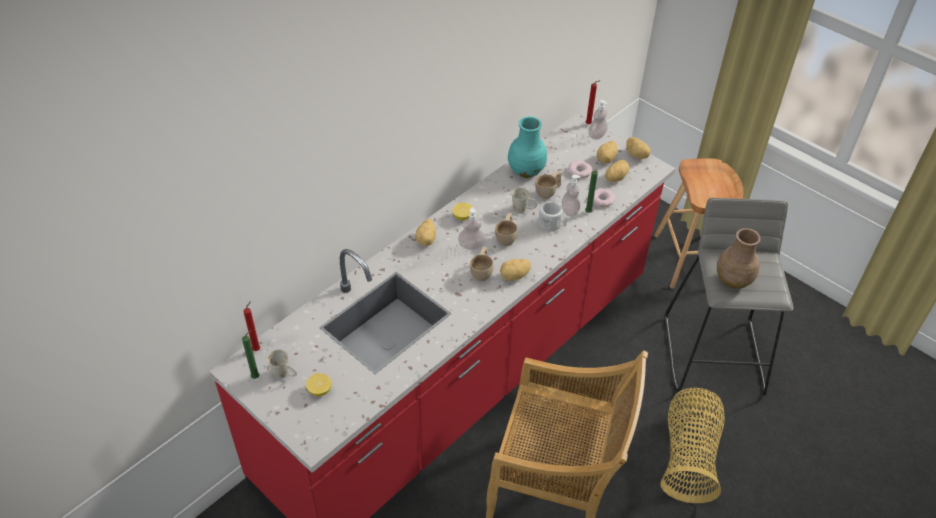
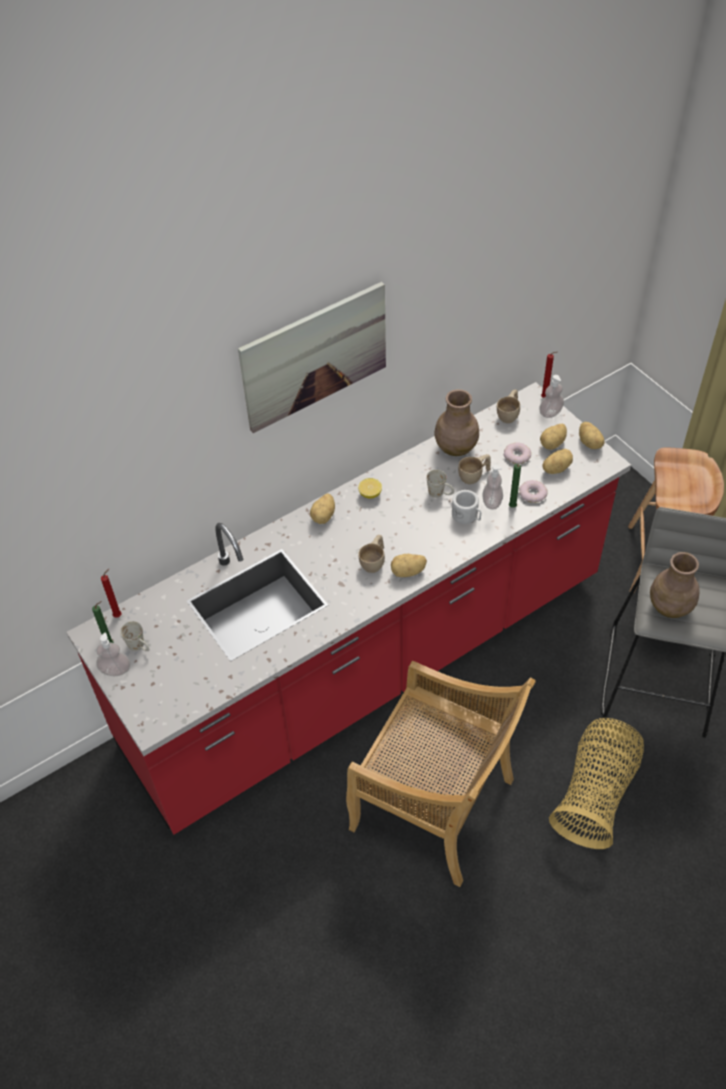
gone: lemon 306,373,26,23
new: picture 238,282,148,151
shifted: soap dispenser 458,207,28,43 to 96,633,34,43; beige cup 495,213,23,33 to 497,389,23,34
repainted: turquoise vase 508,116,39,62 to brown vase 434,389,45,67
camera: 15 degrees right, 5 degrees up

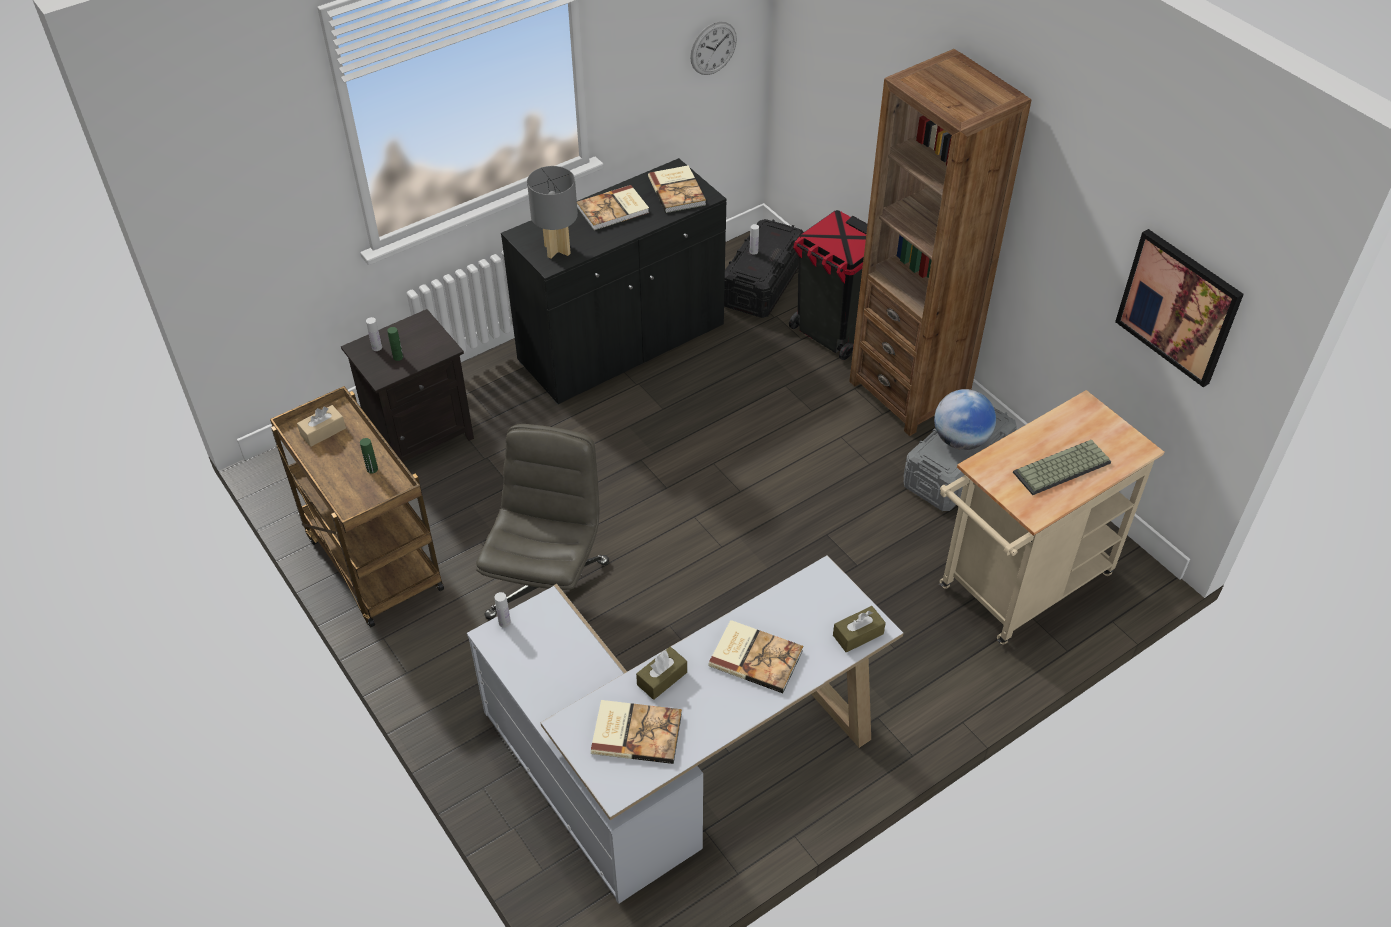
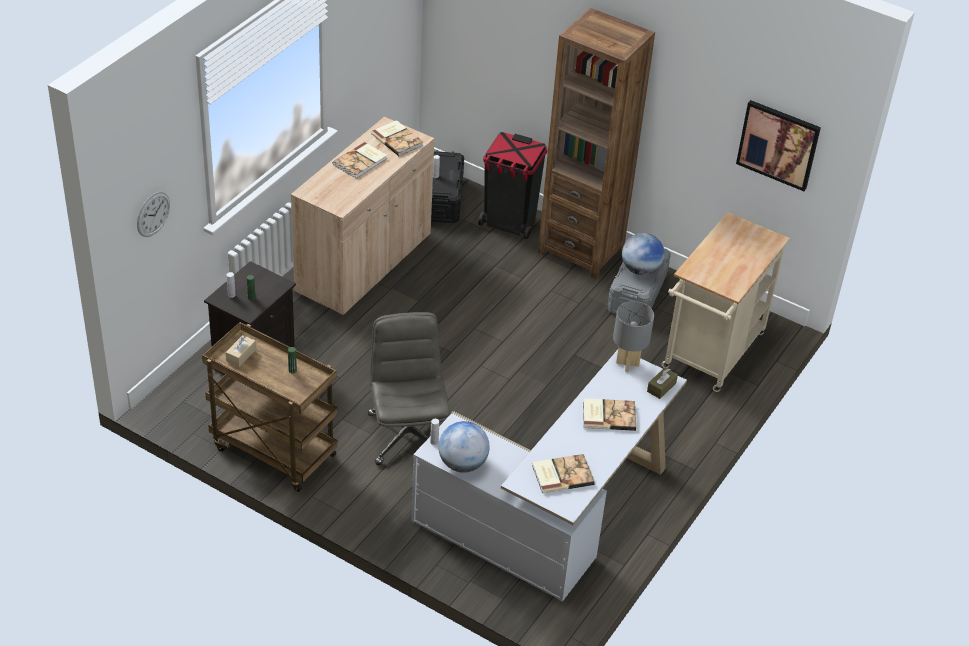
gone: brown tissue box 636,647,51,53; keyboard 1013,440,98,55
new: globe 438,421,52,52
shifted: grey table lamp 527,166,51,93 to 613,301,41,71; wall clock 690,21,47,54 to 137,192,33,45
repainted: black cabinet 501,158,225,246 to beige cabinet 291,117,143,199
camera: 25 degrees left, 5 degrees down

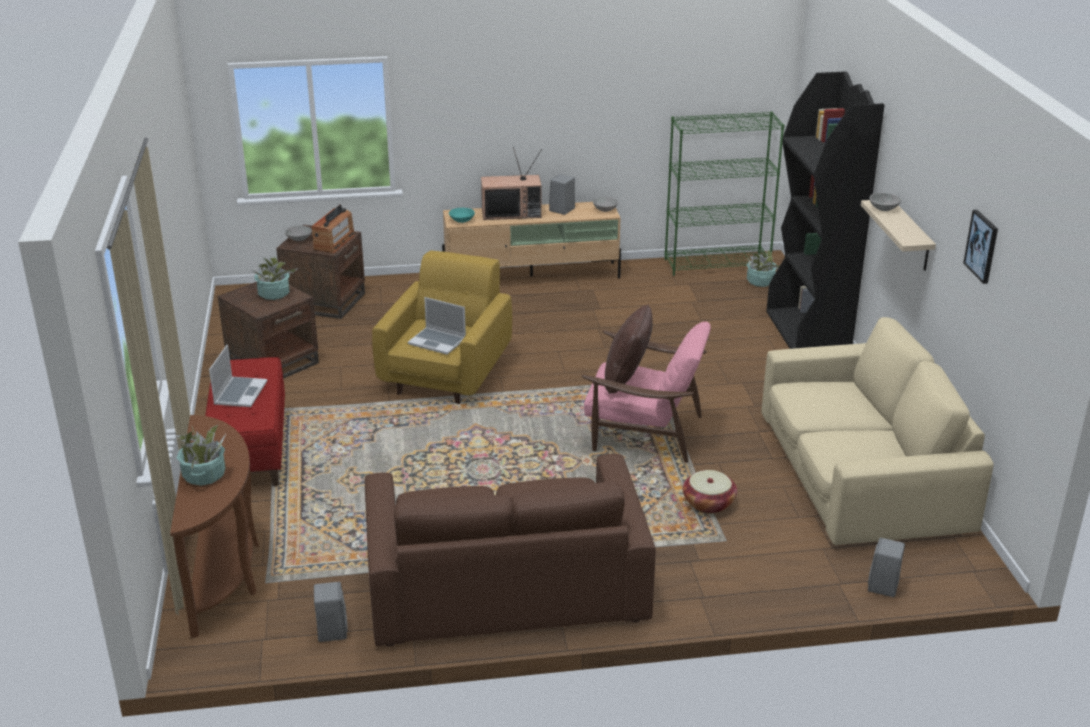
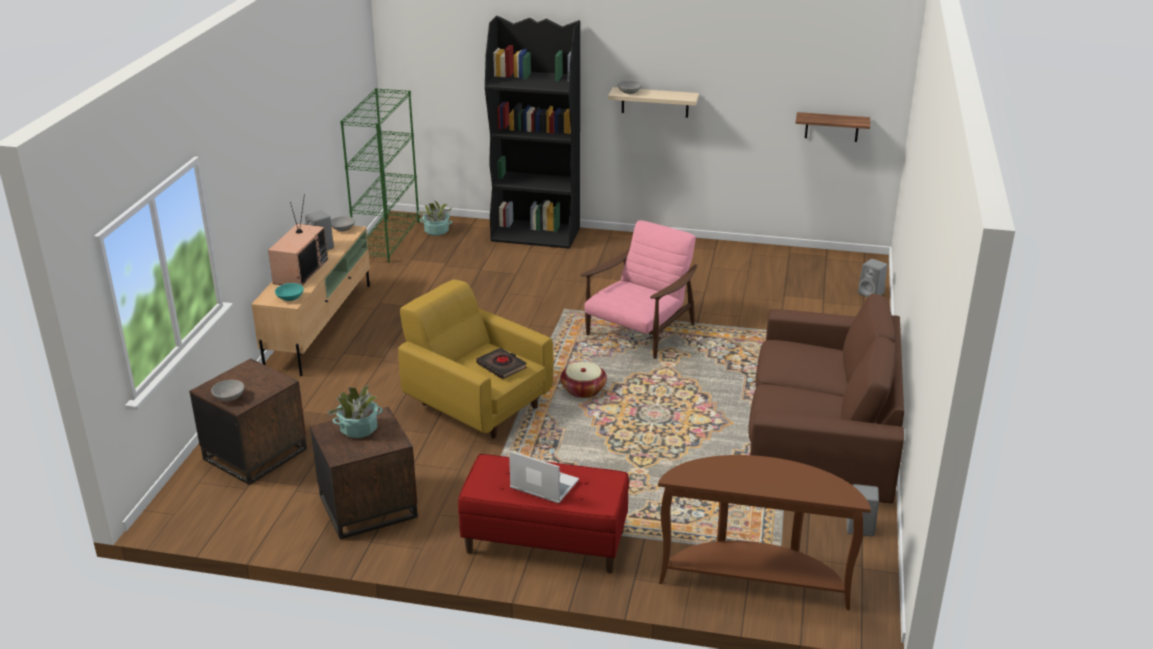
gone: potted plant 176,425,50,61; radio 311,204,44,49; brown pillow 605,305,48,89; beige sofa 761,317,233,228; picture 963,210,35,74
new: shelf 795,112,75,30
shifted: basket 683,470,54,44 to 560,362,47,36
swapped: laptop 408,297,58,58 to black book 476,348,51,31
camera: 70 degrees left, 0 degrees up

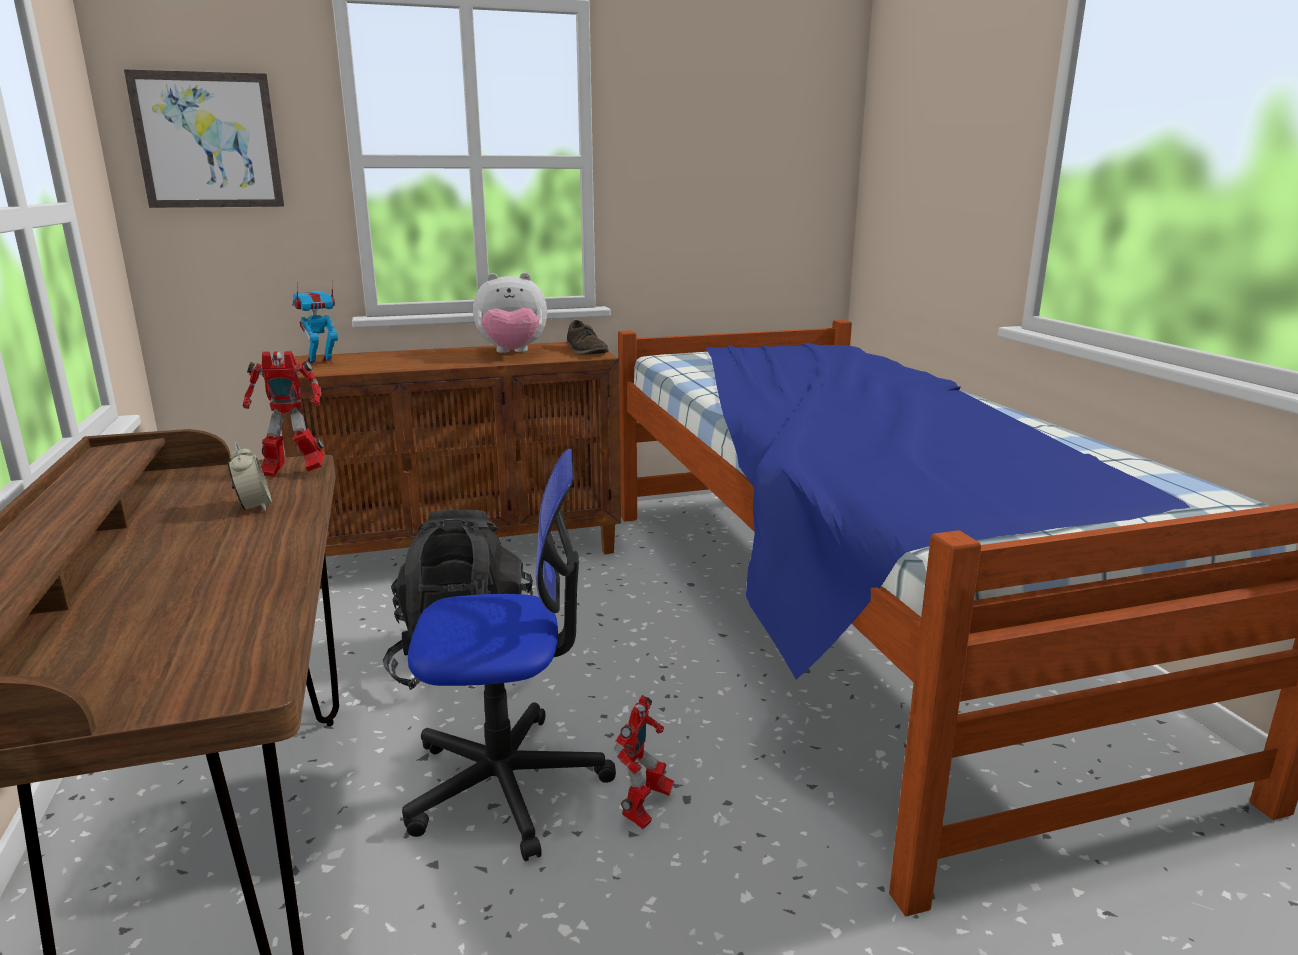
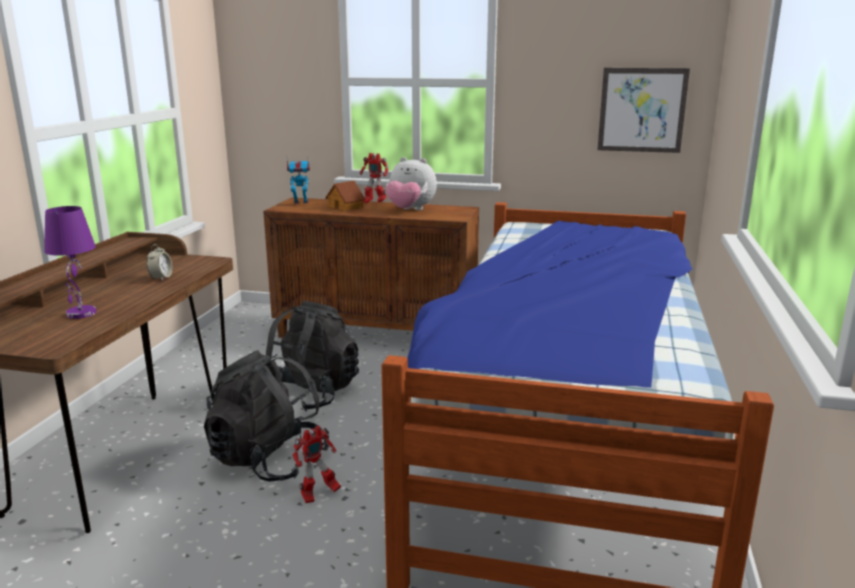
gone: brown shoe 567,320,42,35
new: purple table lamp 44,206,53,113; toy house 325,180,40,31
shifted: picture 124,69,160,139 to 598,68,92,85; toy robot 243,351,82,126 to 360,153,29,51
swapped: office chair 402,449,214,413 to black backpack 204,350,125,132
camera: 30 degrees right, 0 degrees up

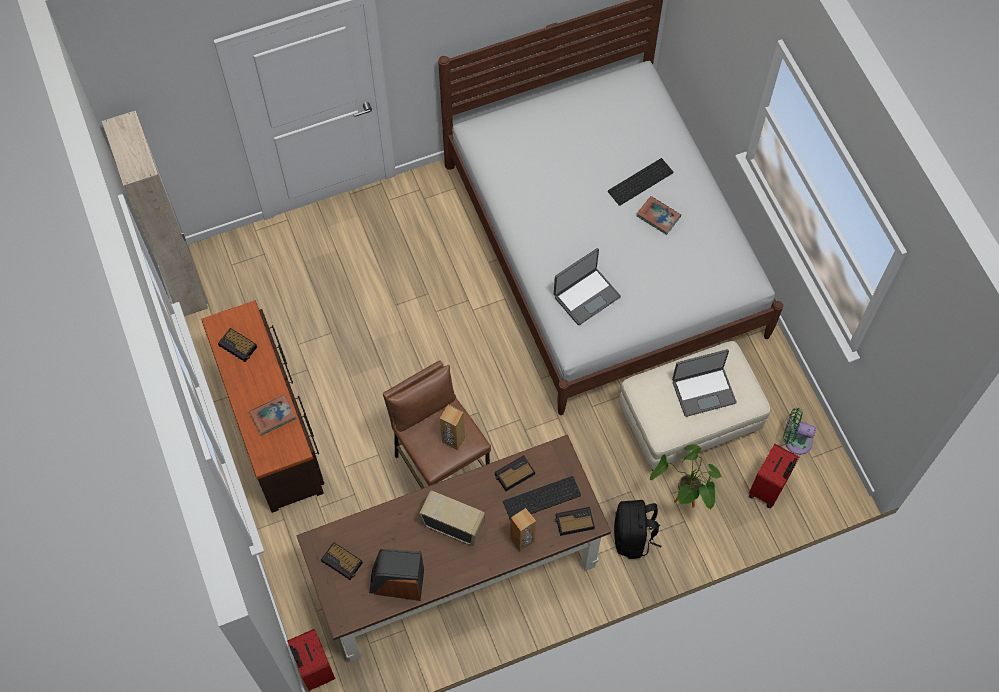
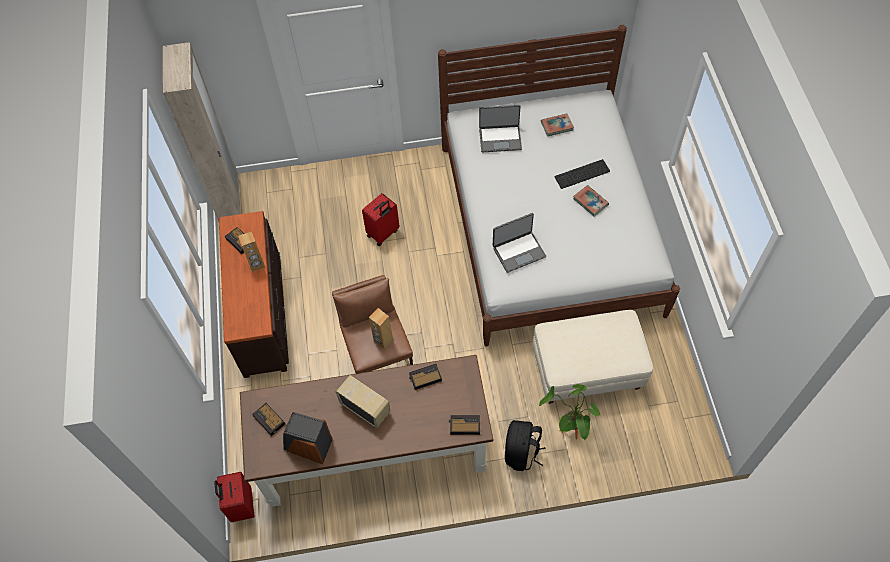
gone: keyboard 503,476,78,45; green fan 783,408,33,47
shifted: book 249,395,48,41 to 541,113,33,24; brown speaker 510,508,26,44 to 238,232,27,40; laptop 672,349,65,68 to 479,105,43,47; red suitcase 749,444,50,64 to 362,193,37,53
camera: 15 degrees right, 5 degrees down

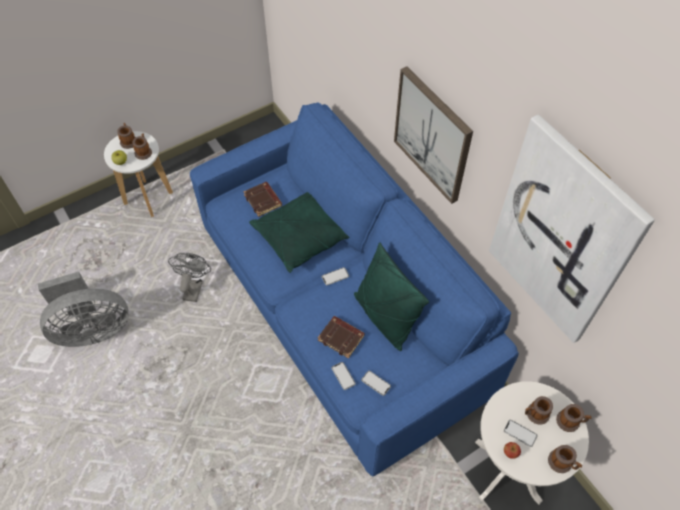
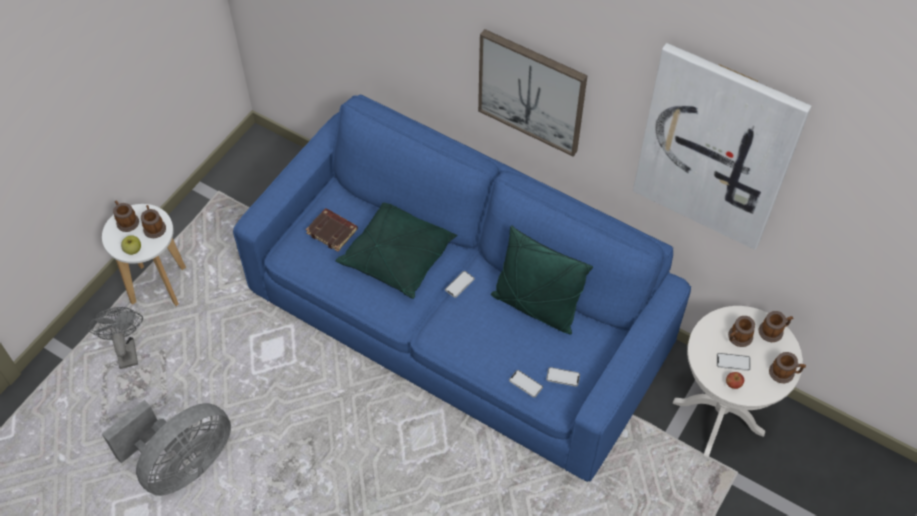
gone: brown book 318,316,47,43
shifted: grey fan 168,253,43,49 to 87,307,56,62
camera: 25 degrees left, 0 degrees up

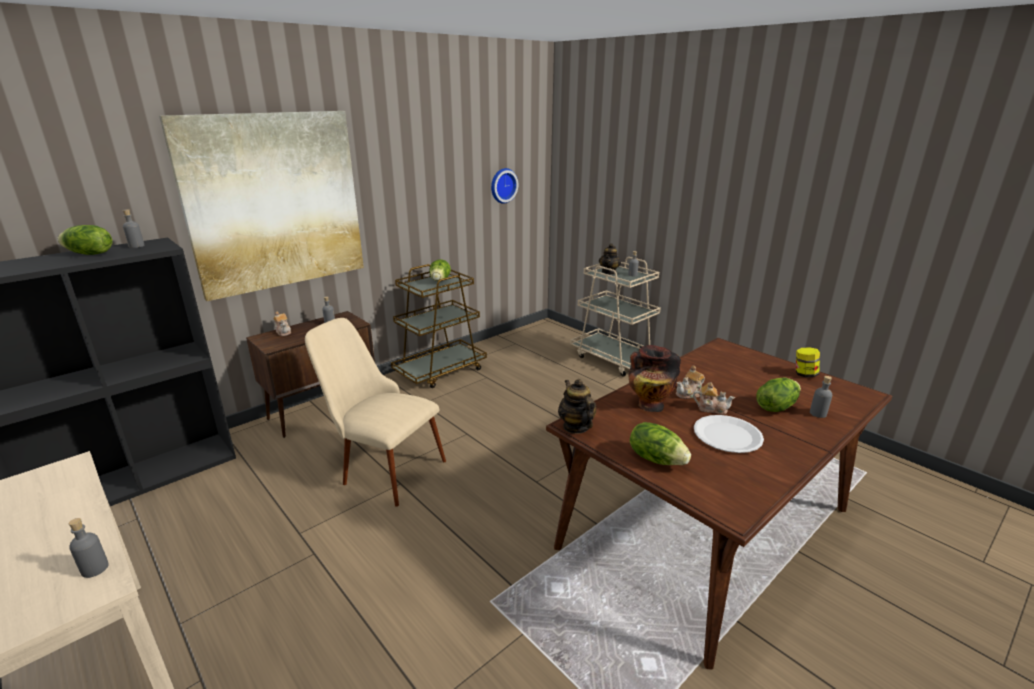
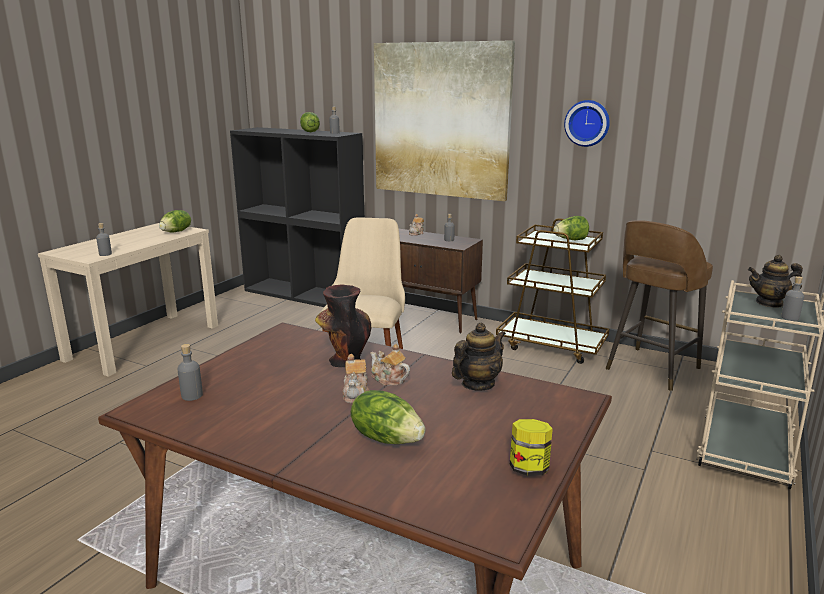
gone: white plate 694,415,70,38
new: brown stool 606,220,107,171
shifted: wall clock 491,168,27,36 to 564,100,46,47; teapot 558,379,38,55 to 452,323,54,68; lettuce 630,422,61,43 to 159,210,32,23; grey bottle 810,376,22,42 to 177,344,26,57
camera: 70 degrees right, 5 degrees down

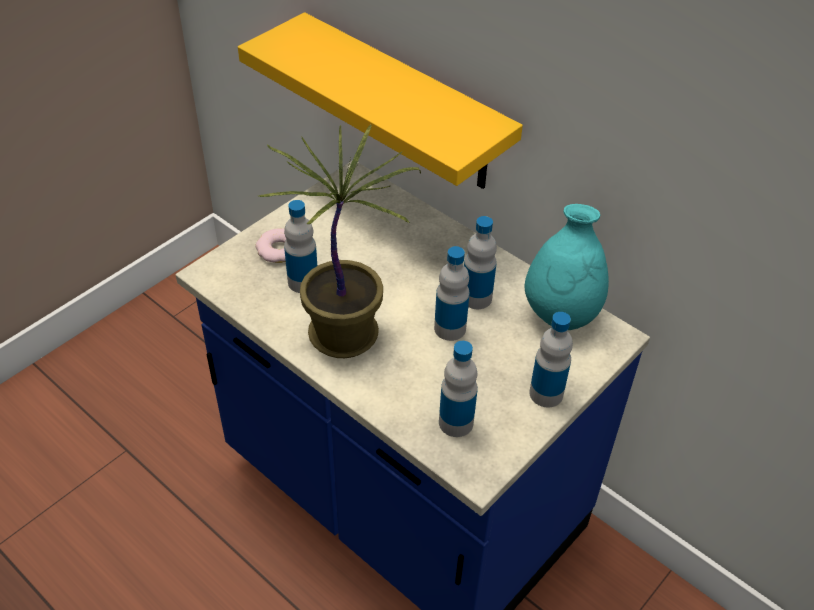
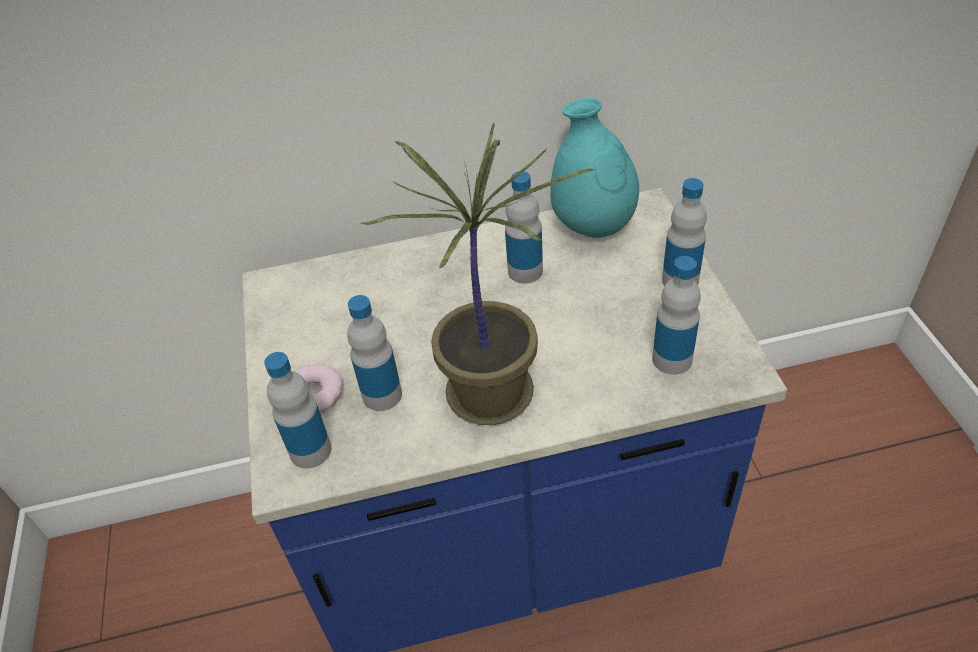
gone: yellow shelf 238,12,285,177
shifted: bottle 434,246,36,95 to 264,352,67,117
camera: 50 degrees left, 0 degrees up

